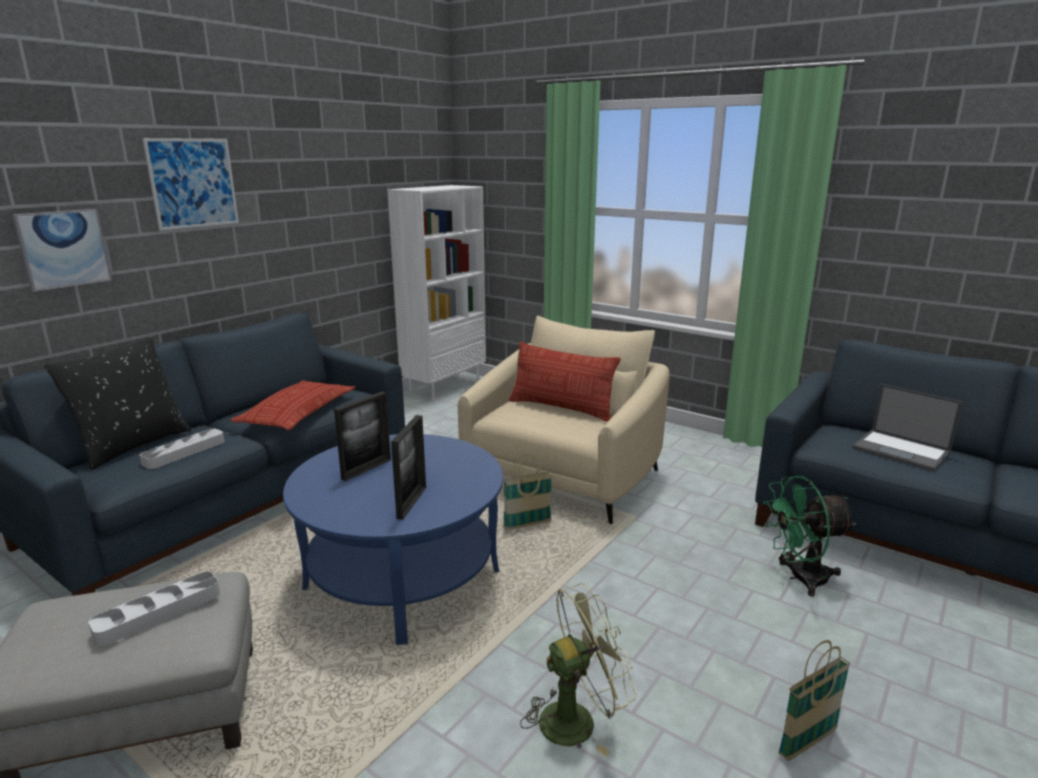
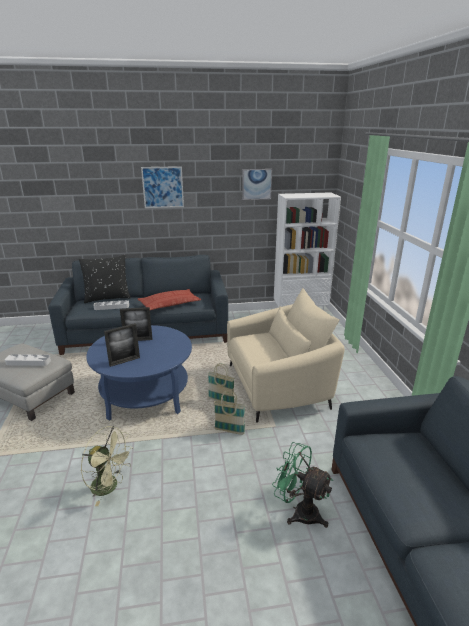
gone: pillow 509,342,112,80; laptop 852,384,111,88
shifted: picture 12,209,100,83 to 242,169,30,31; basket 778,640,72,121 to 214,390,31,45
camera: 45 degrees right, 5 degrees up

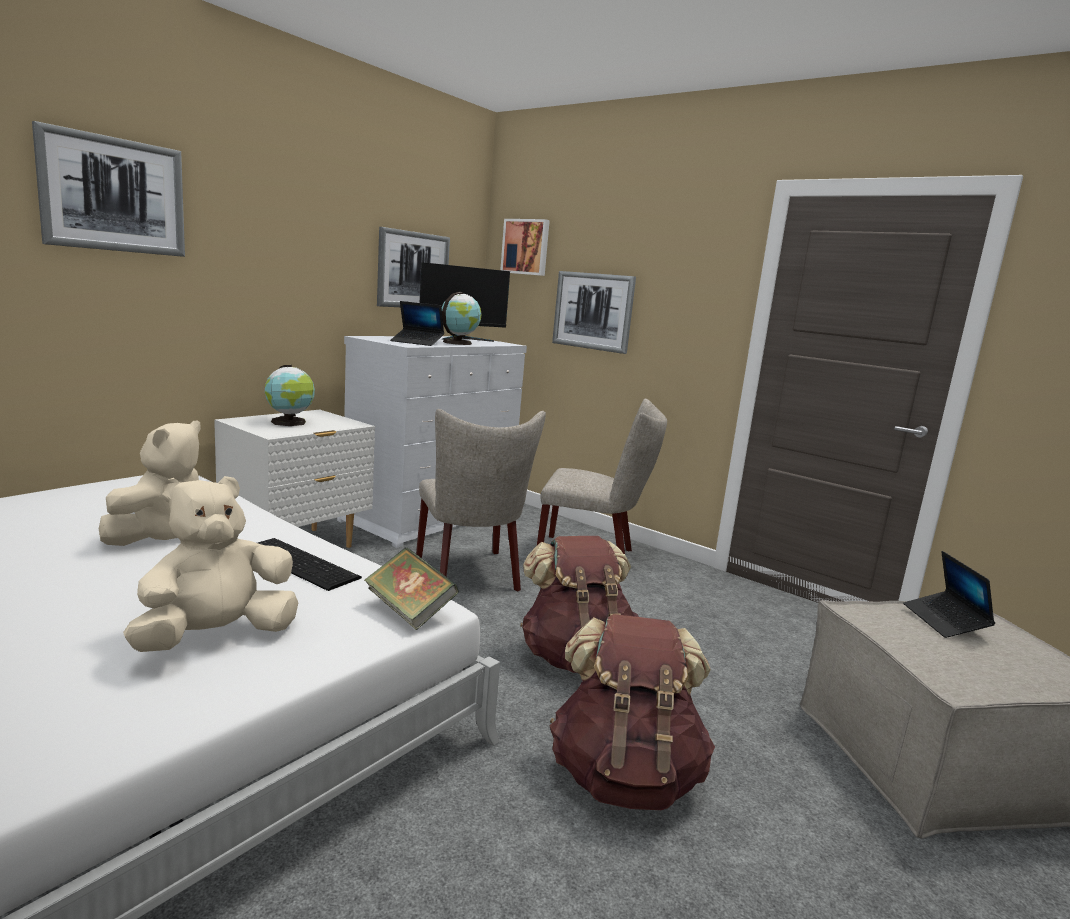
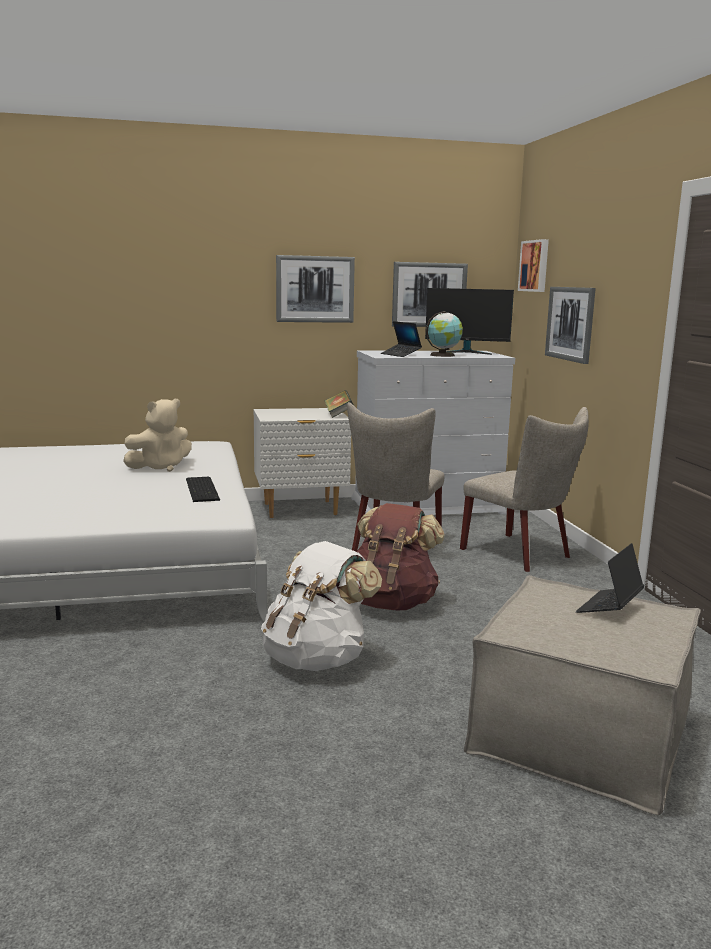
gone: beige plush toy 123,476,175,176; globe 265,365,50,61
shifted: picture 32,121,153,136 to 276,255,79,68; book 364,548,95,82 to 325,390,29,28
repainted: brown backpack 549,614,166,196 to white backpack 261,541,121,130
camera: 40 degrees right, 0 degrees up

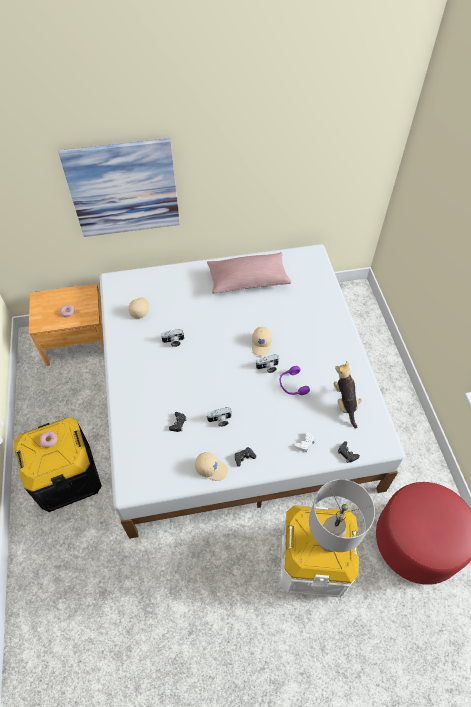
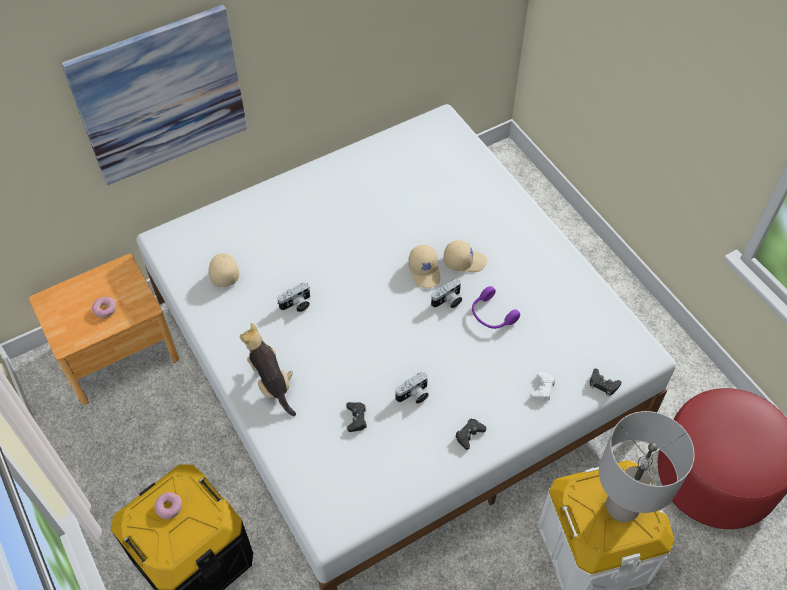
gone: pink pillow 207,252,84,42
shifted: beige cap 195,452,33,29 to 444,240,43,32; plush toy 333,361,29,68 to 240,323,56,93
camera: 20 degrees left, 0 degrees up

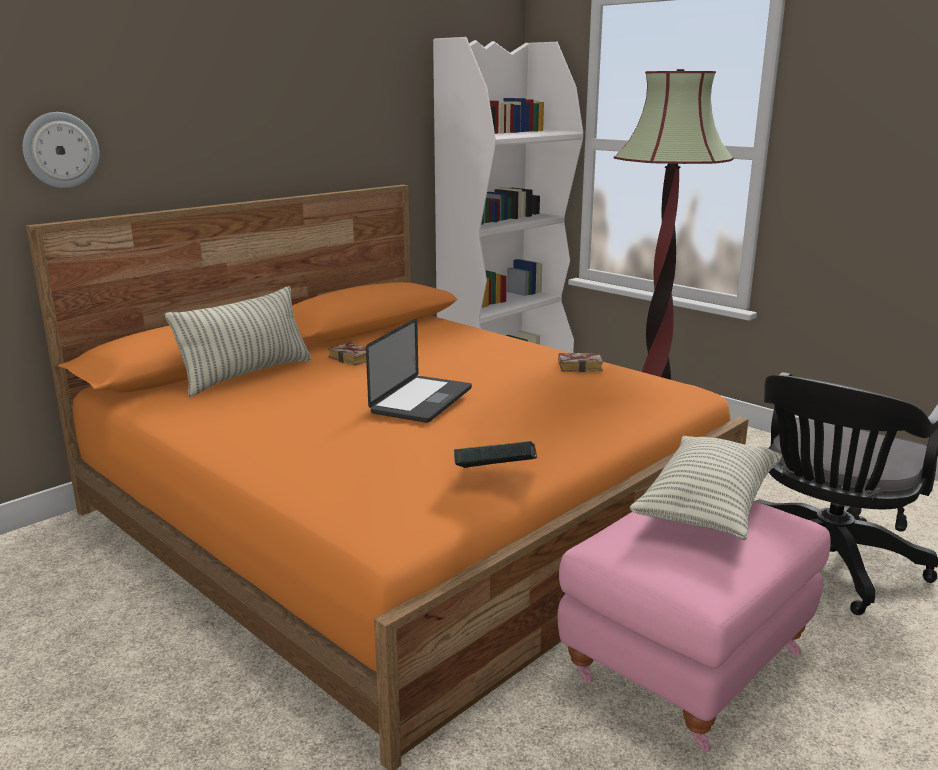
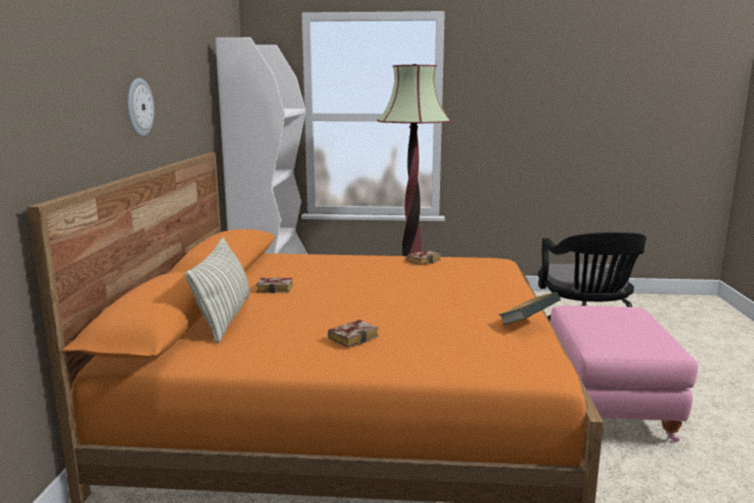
gone: laptop 366,318,106,105; pillow 630,436,152,104
new: book 328,320,51,28
shifted: wall clock 23,112,76,76 to 127,78,27,58
camera: 40 degrees left, 5 degrees down

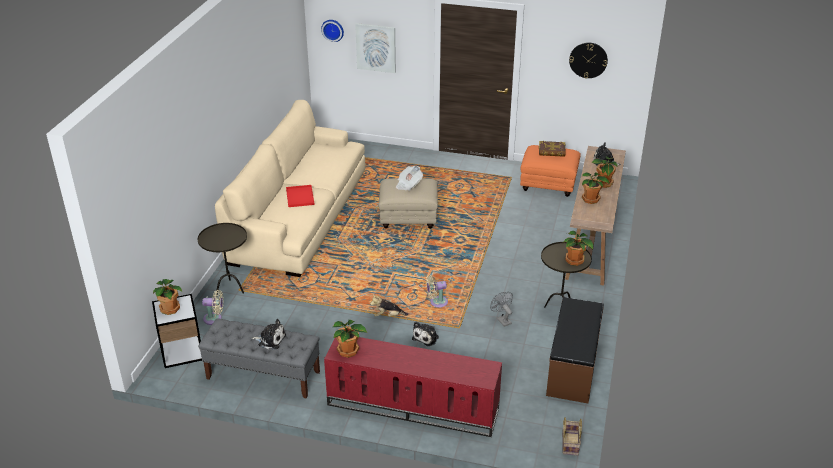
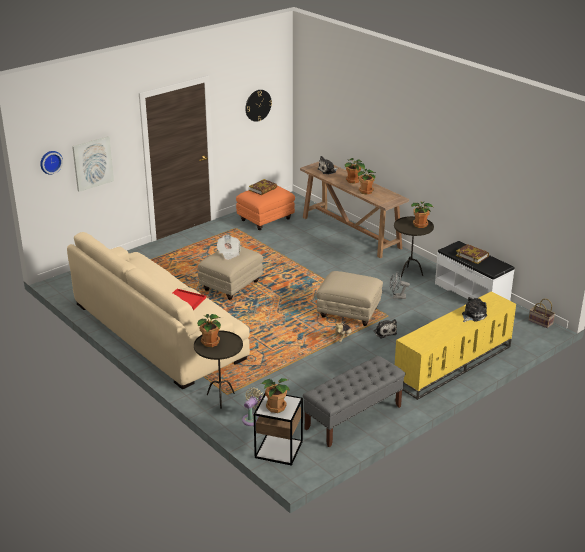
new: book 456,244,33,20
shifted: plush toy 251,319,35,30 to 462,297,25,25; potted plant 333,320,34,38 to 197,314,24,33
swapped: beige fan 426,275,22,32 to beige ottoman 316,271,67,55
repainted: red tv stand 324,337,178,100 to yellow tv stand 395,292,121,108; brown bench 546,297,58,106 to white bench 435,241,80,60
camera: 55 degrees left, 5 degrees down

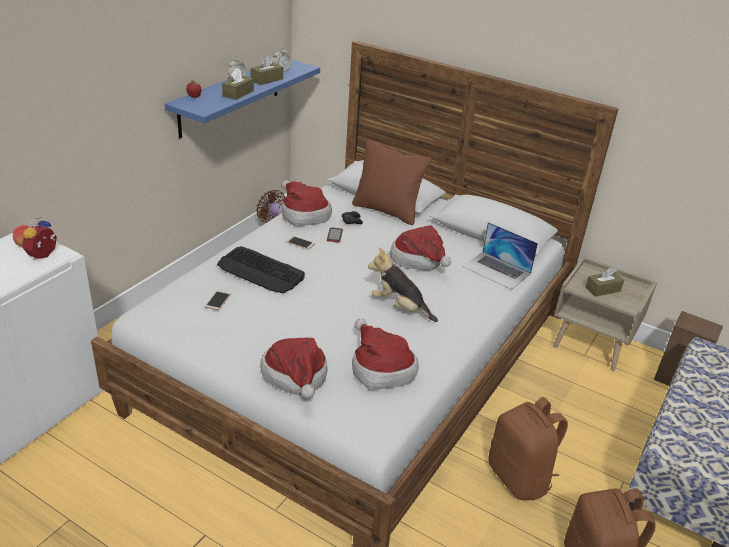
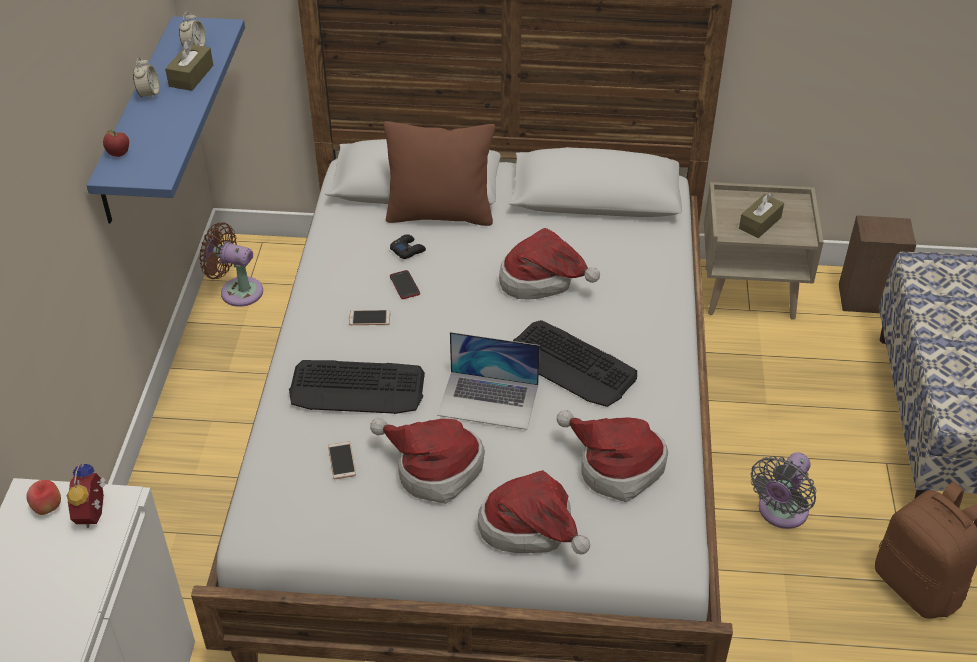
gone: brown tissue box 222,67,32,33
shifted: hat 281,180,51,47 to 370,418,115,86; laptop 462,222,76,68 to 437,332,103,98
swapped: plush toy 368,247,70,75 to keyboard 513,320,124,87; brown backpack 488,397,80,104 to grey fan 751,452,66,77
camera: 25 degrees left, 10 degrees up

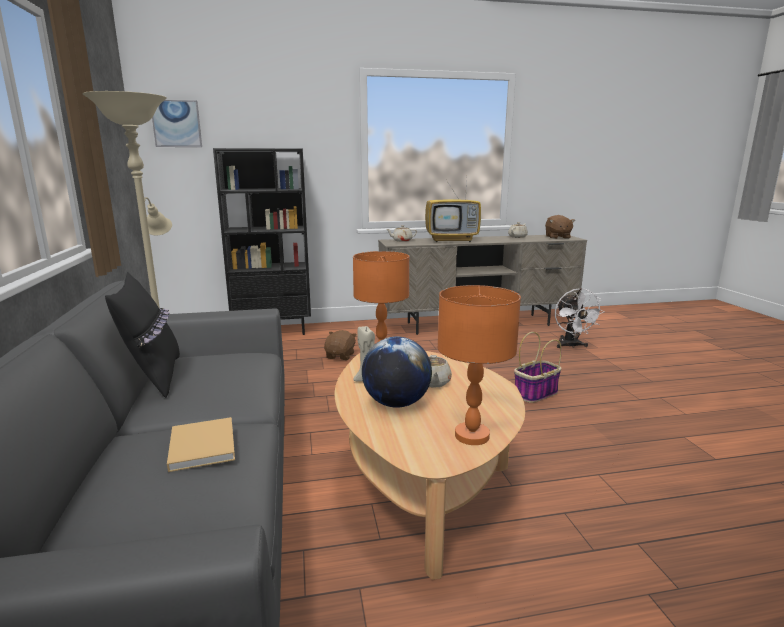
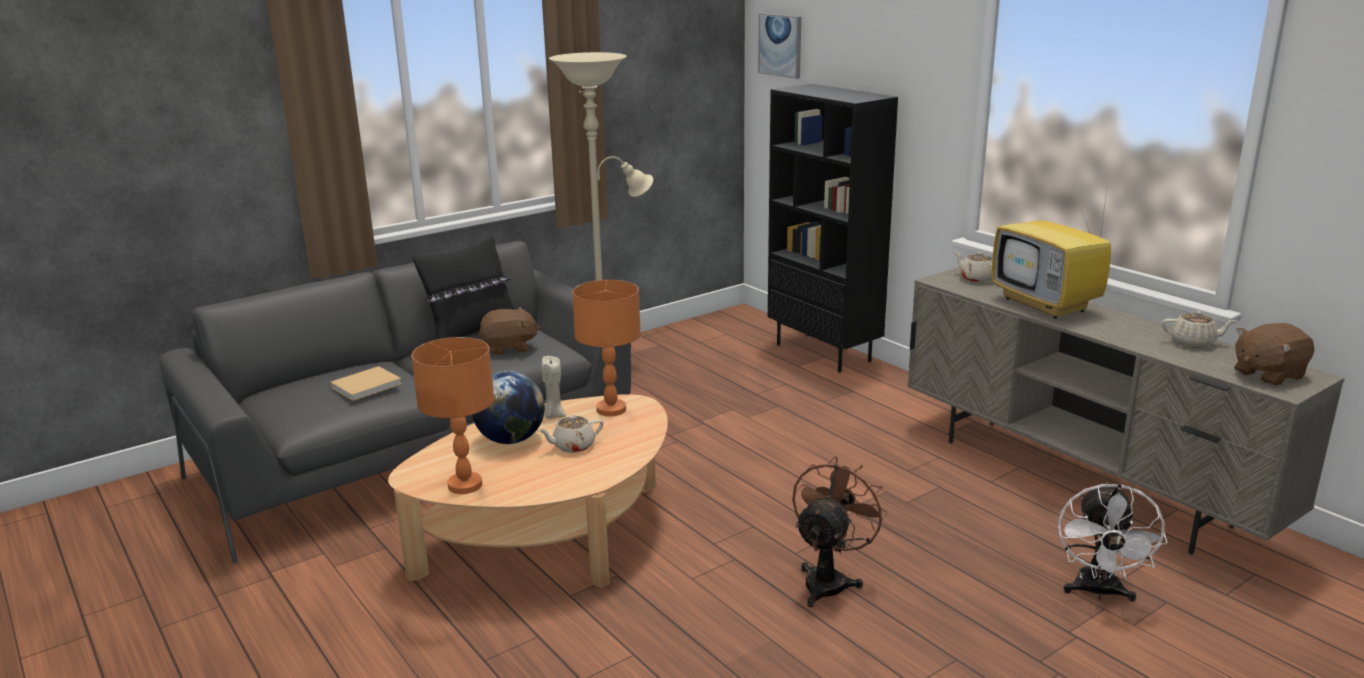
shifted: brown plush toy 324,330,33,30 to 479,307,61,48
swapped: basket 514,332,48,71 to brown fan 792,456,96,151
rotated: white fan 555,288,49,60 = 1058,483,110,119 45 degrees counterclockwise
camera: 65 degrees right, 5 degrees up

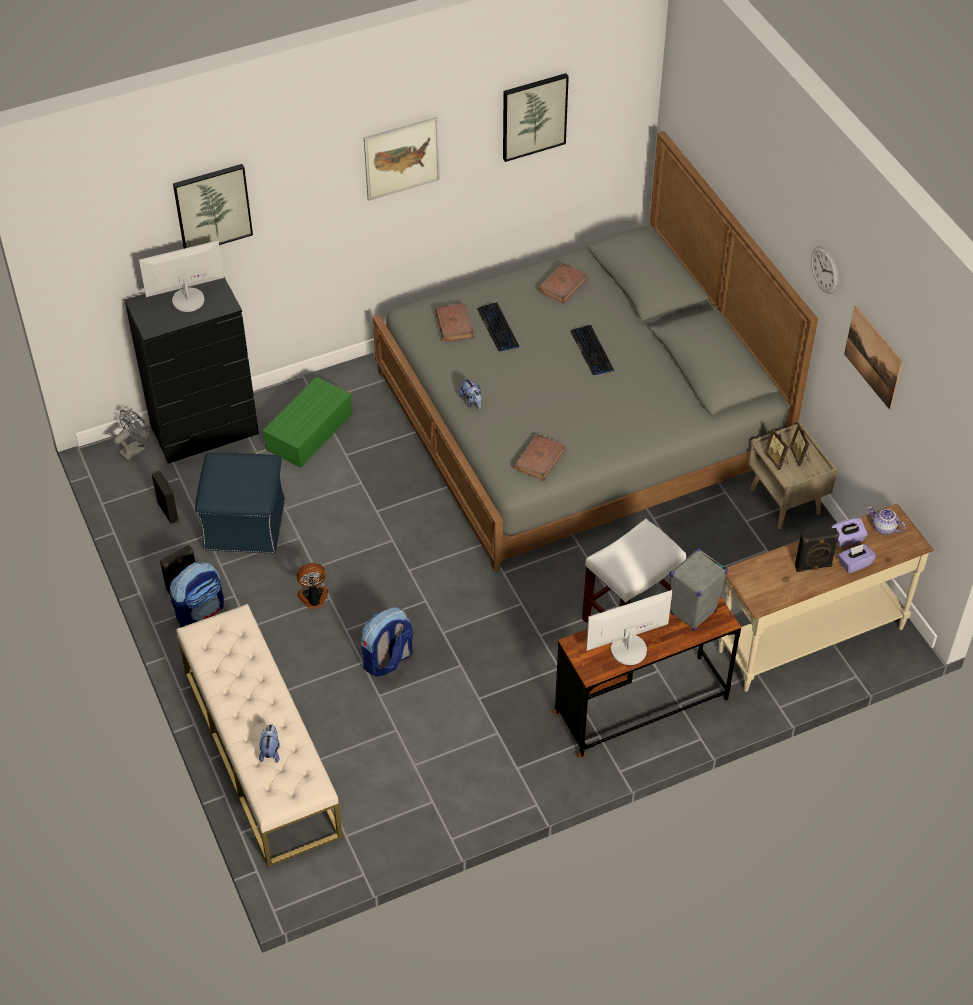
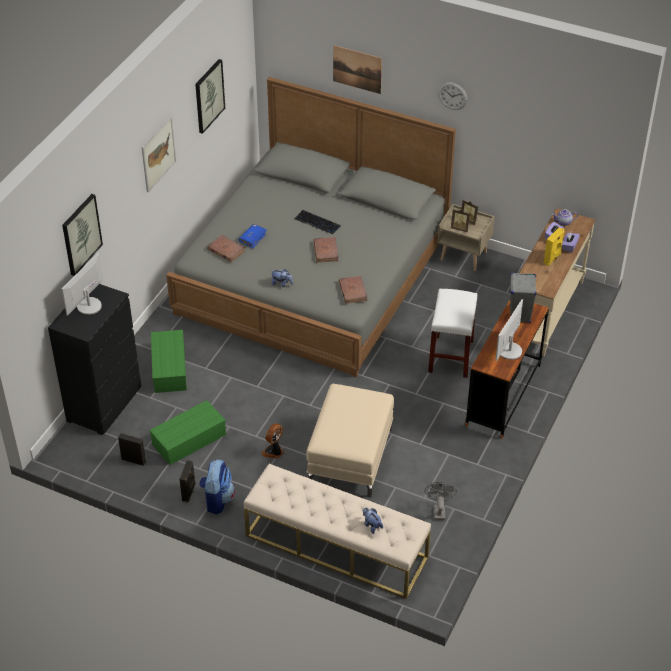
shifted: grey fan 114,410,35,51 to 425,481,32,39; brown book 538,263,50,41 to 314,237,25,26; picture 844,305,59,105 to 333,45,49,49
swapped: blue ottoman 195,453,90,100 to green storage box 150,400,76,65; backpack 361,607,52,70 to beige ottoman 306,384,88,113; keyboard 477,302,42,49 to blue book 239,224,28,25
repainted: black speaker 795,528,44,44 to yellow speaker 544,227,20,39
camera: 40 degrees left, 5 degrees down

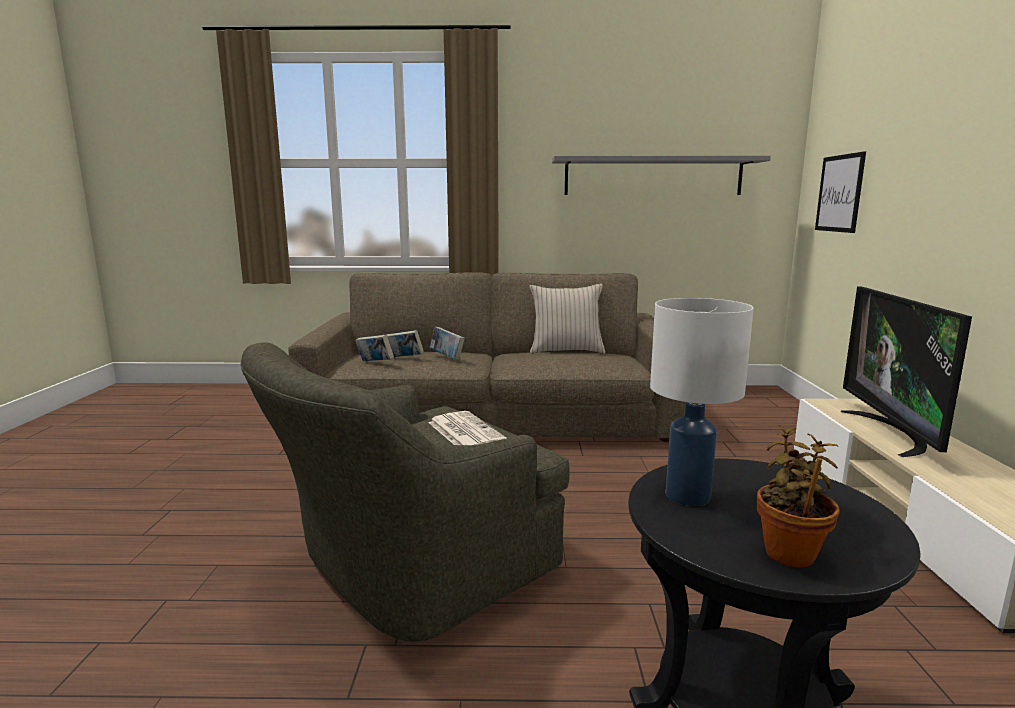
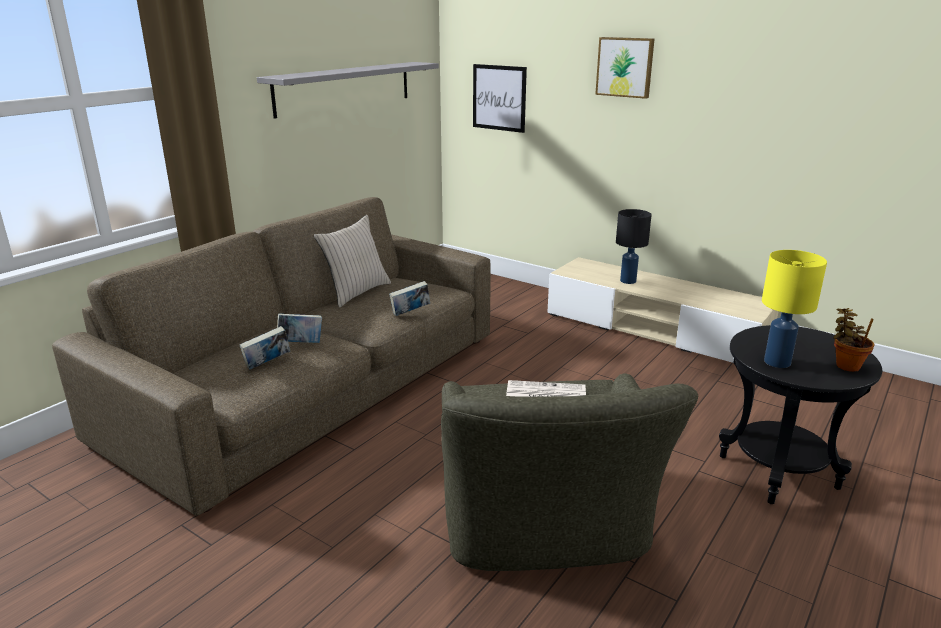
new: picture 595,37,59,62
shifted: book 355,335,39,26 to 389,281,41,35
swapped: television 841,287,131,170 to black table lamp 616,209,36,75
repainted: white table lamp 650,298,104,208 to yellow table lamp 762,250,65,118
camera: 55 degrees left, 10 degrees up

